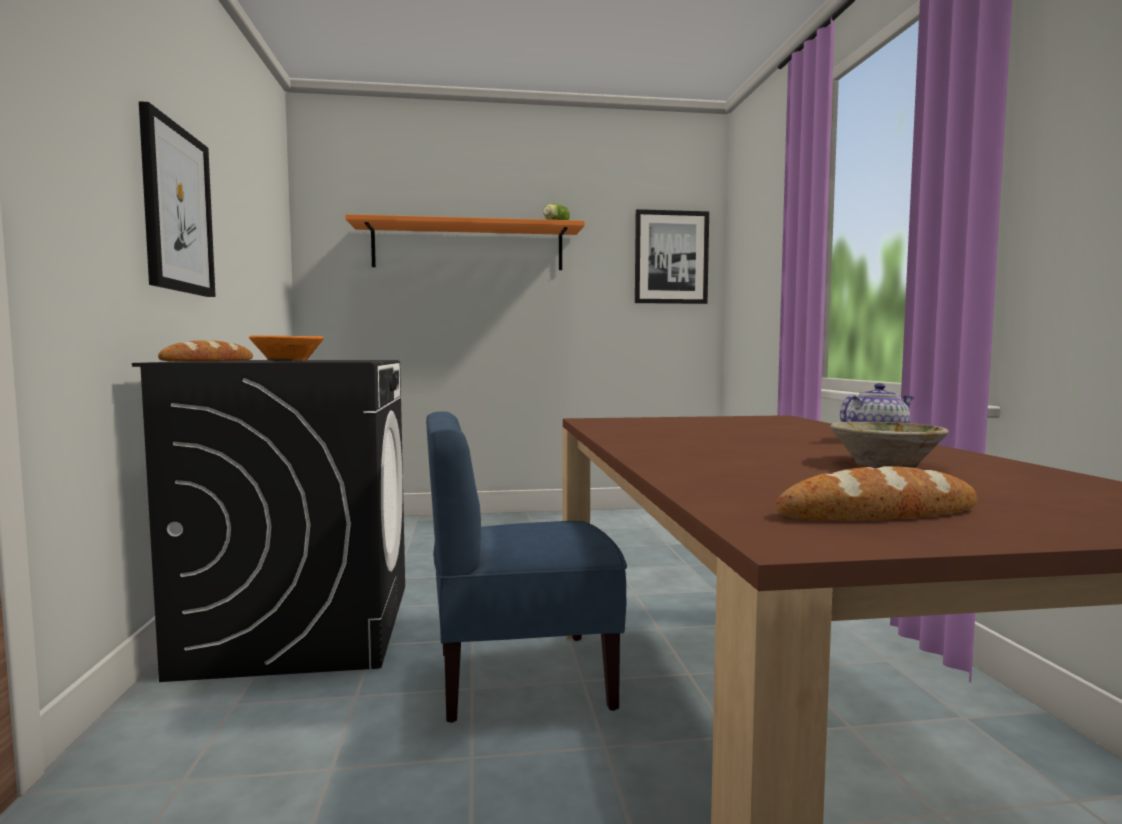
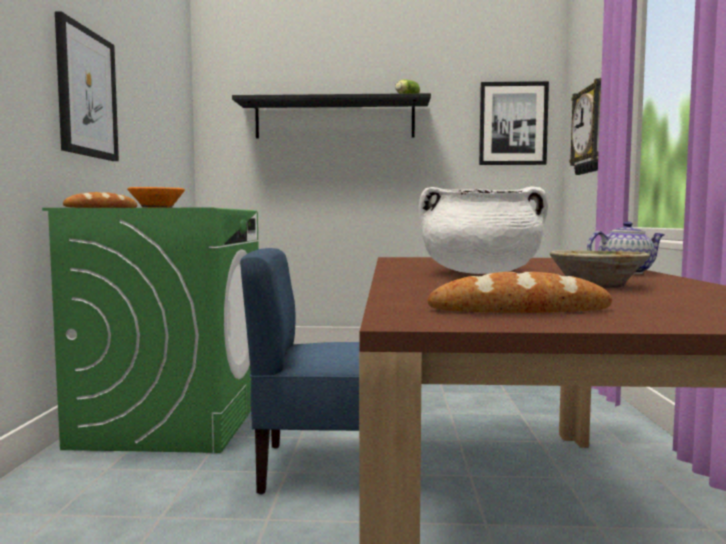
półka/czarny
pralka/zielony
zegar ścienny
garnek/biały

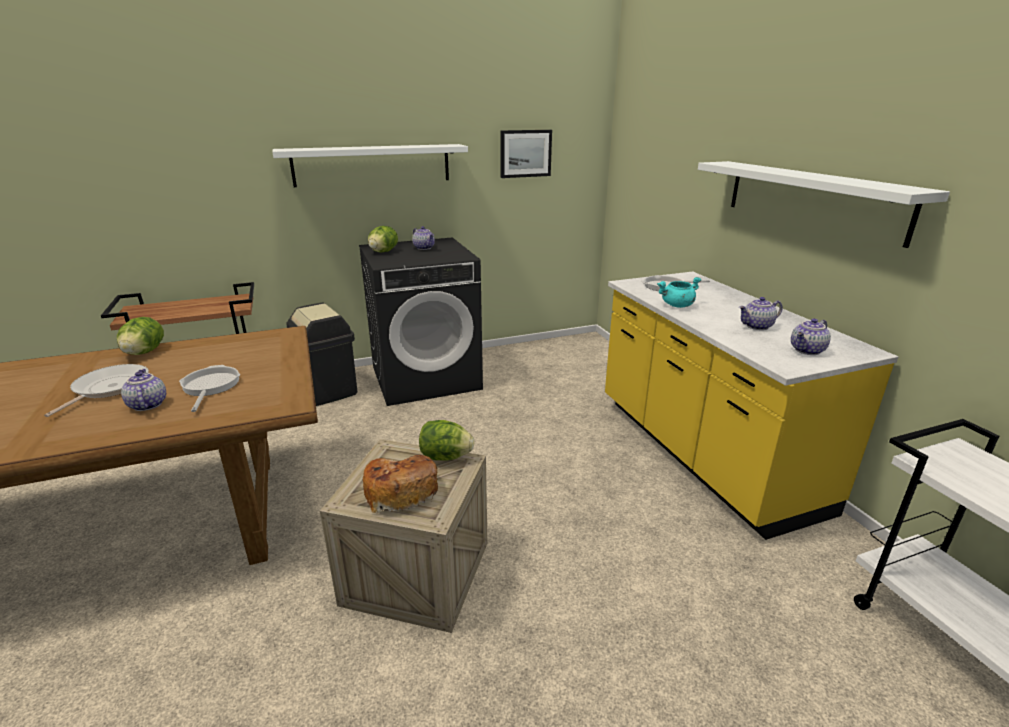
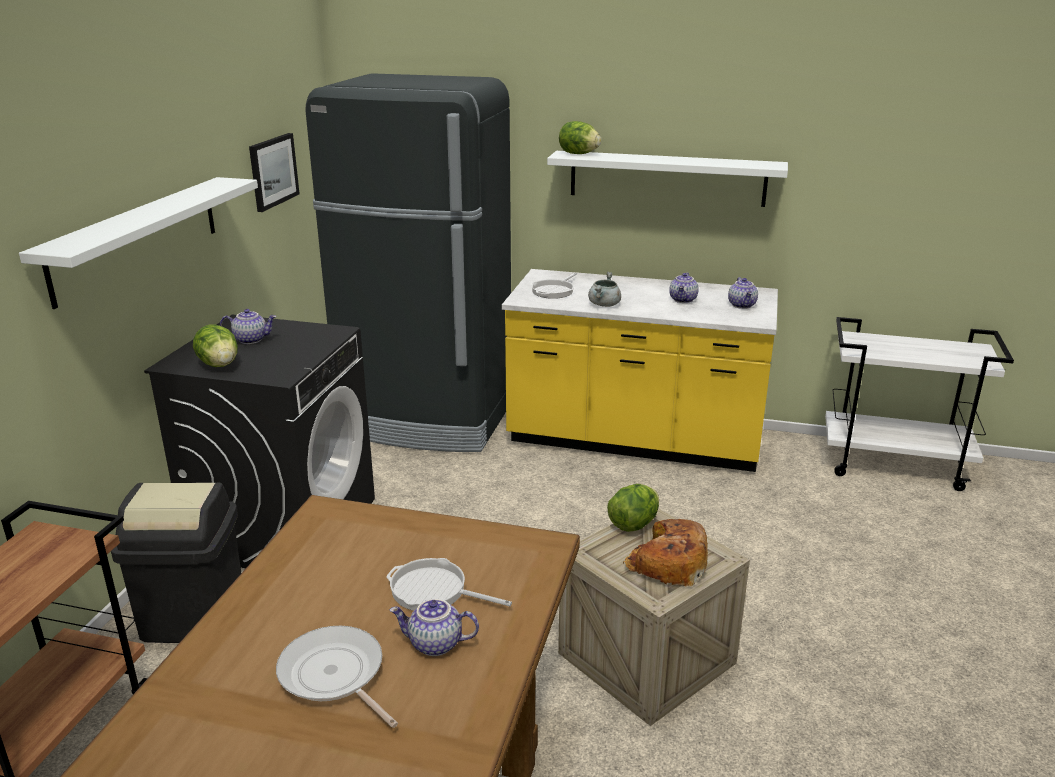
garnek/szary
sałata (no. 2 from left)
lodówka/czarny

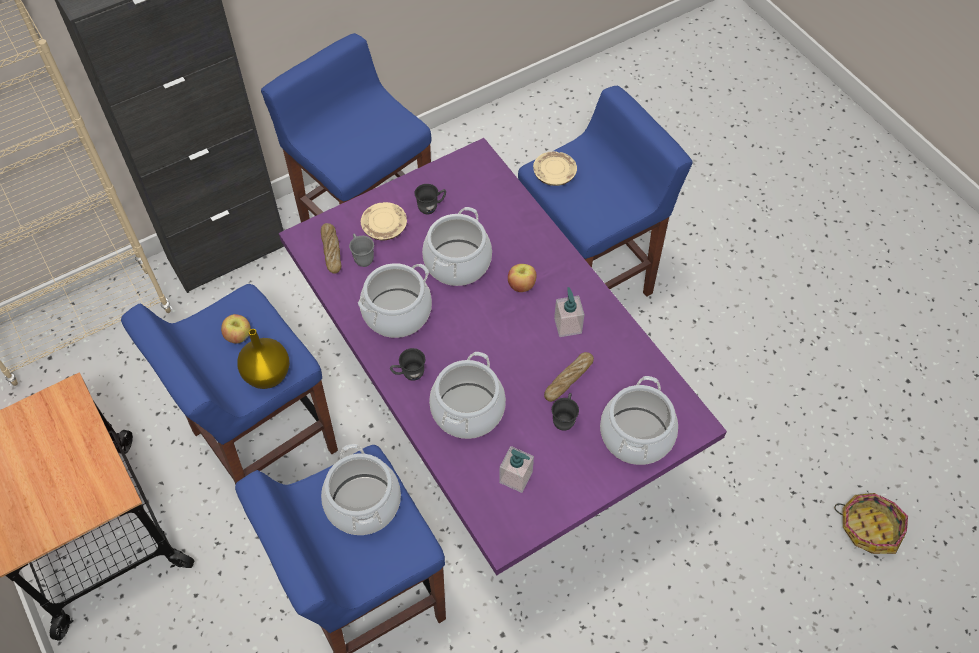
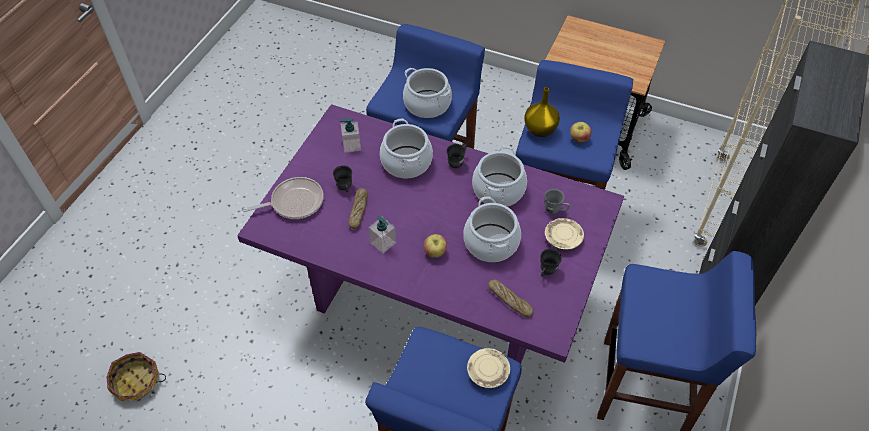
chleb (no. 2 from left)
patelnia

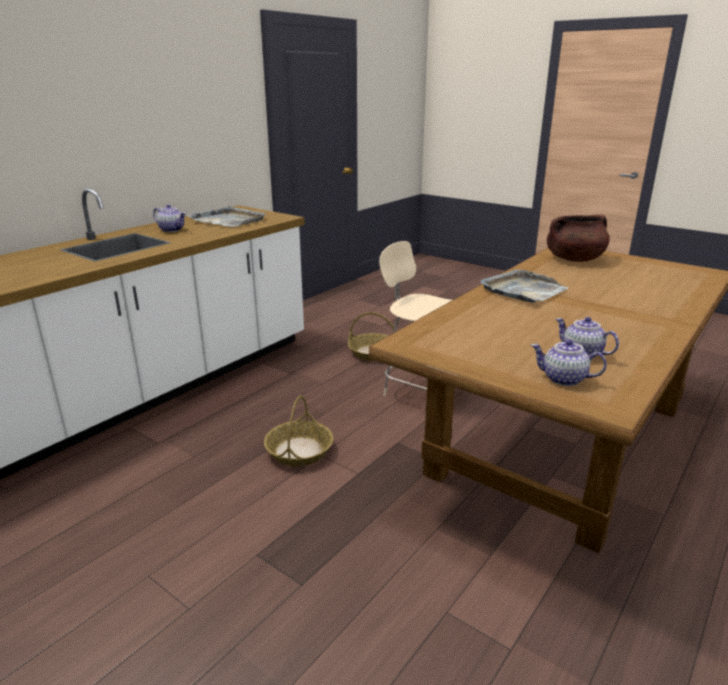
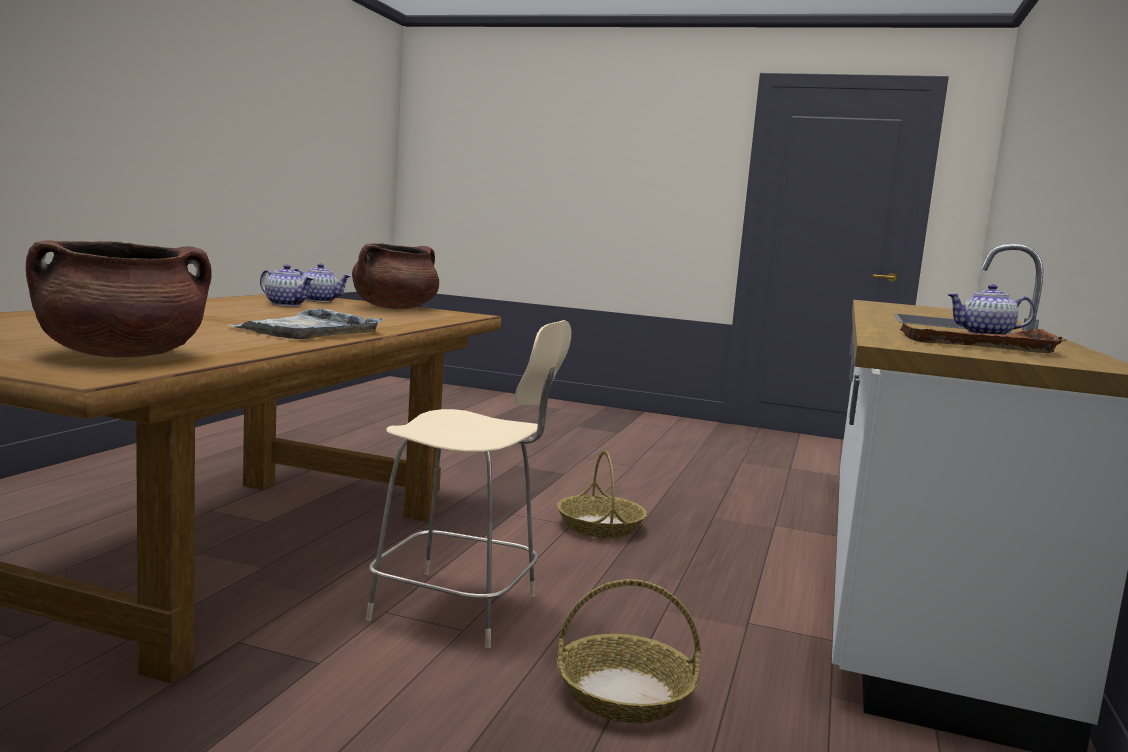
taca/brązowy
garnek/brązowy (no. 2 from left)

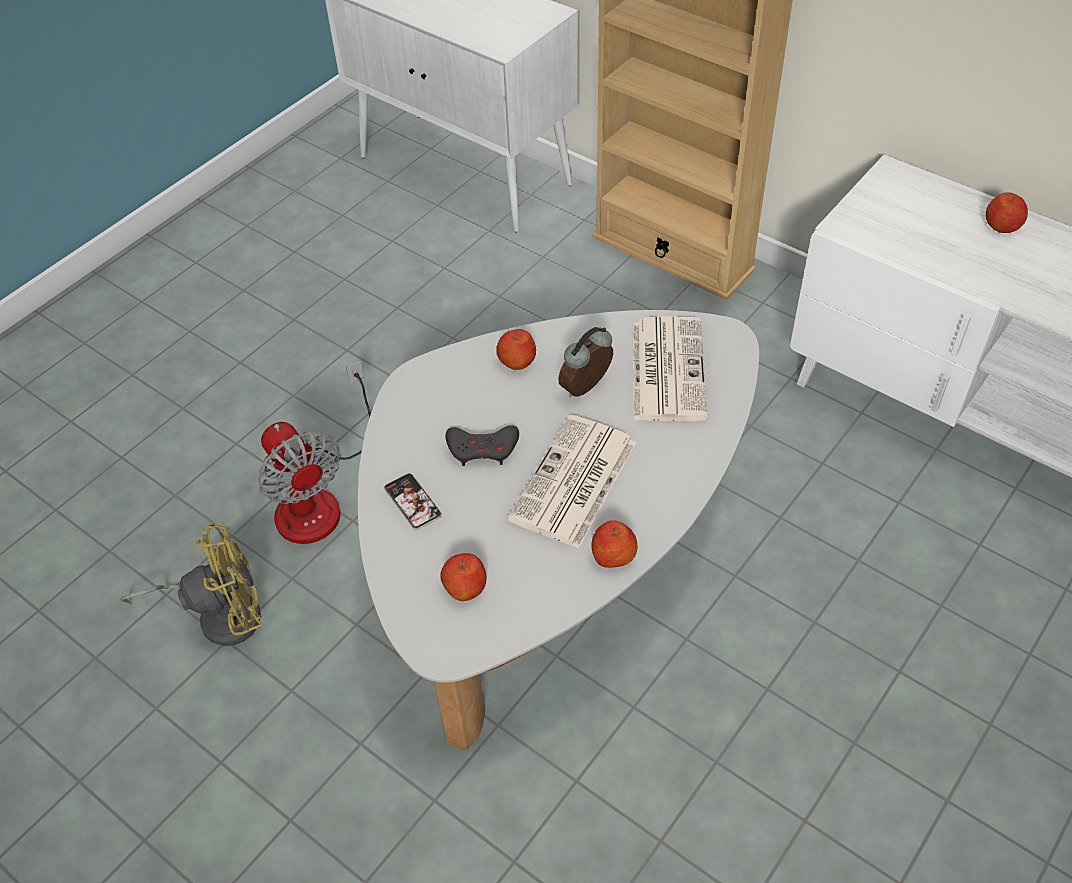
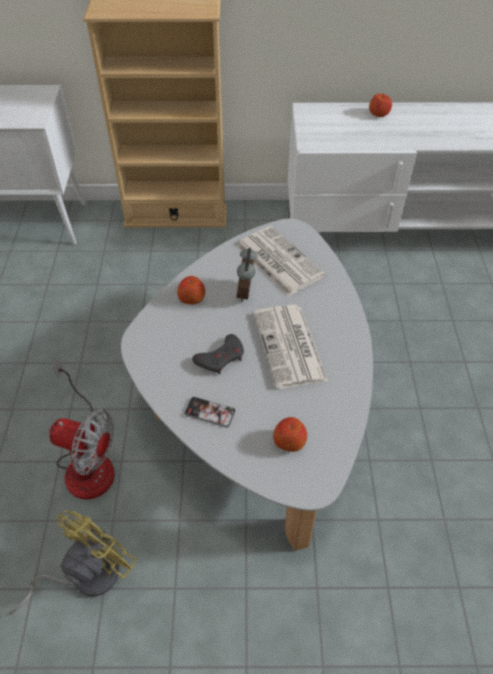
jabłko (no. 3 from left in the first image)

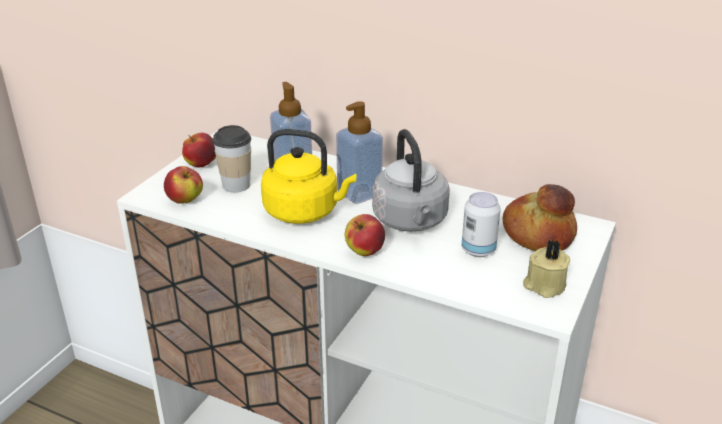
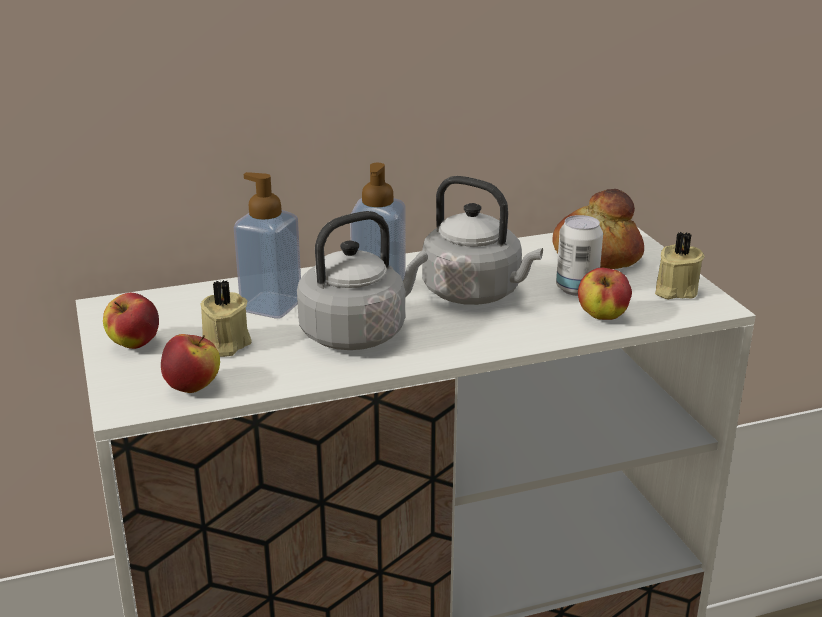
świeca/beżowy (no. 1 from left)
czajnik/szary (no. 1 from left)
jabłko (no. 3 from left)

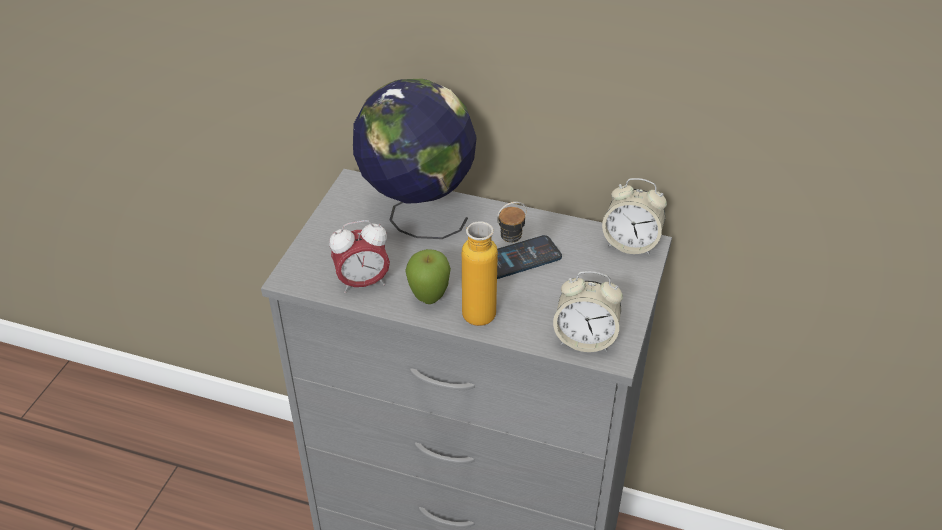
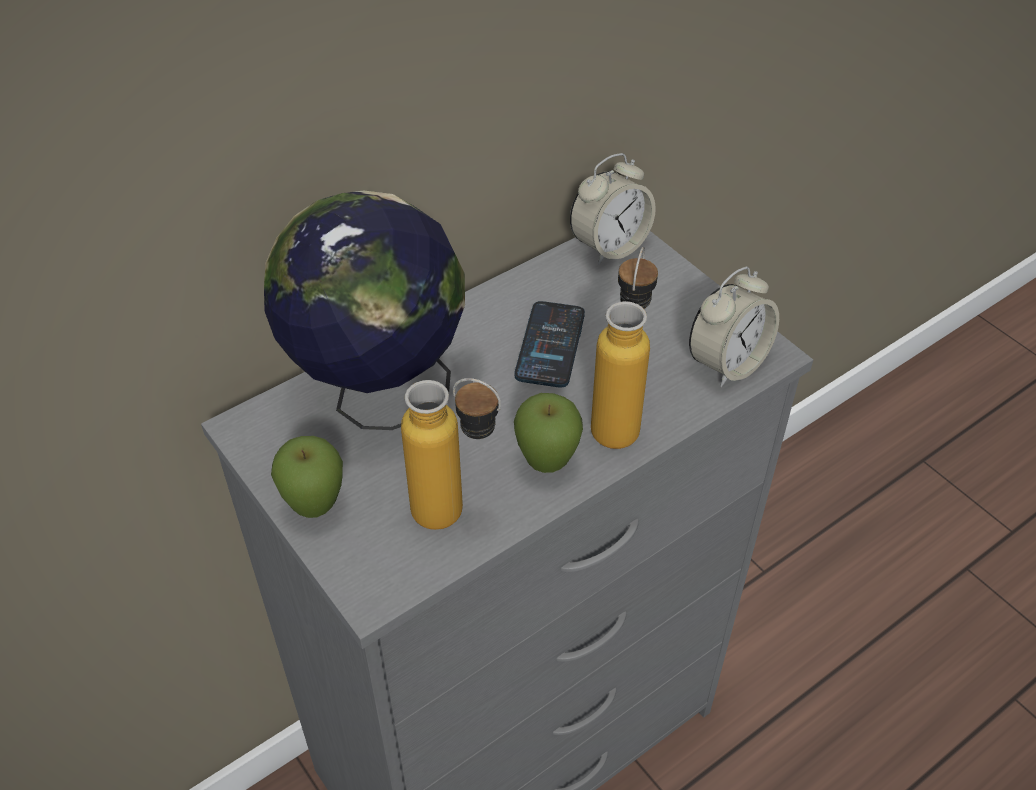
butelka (no. 1 from left)
jabłko (no. 1 from left)

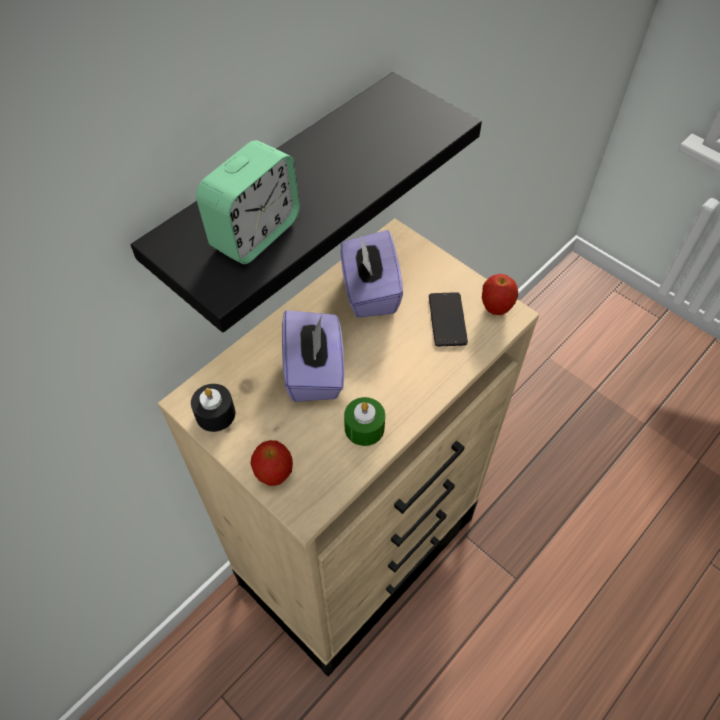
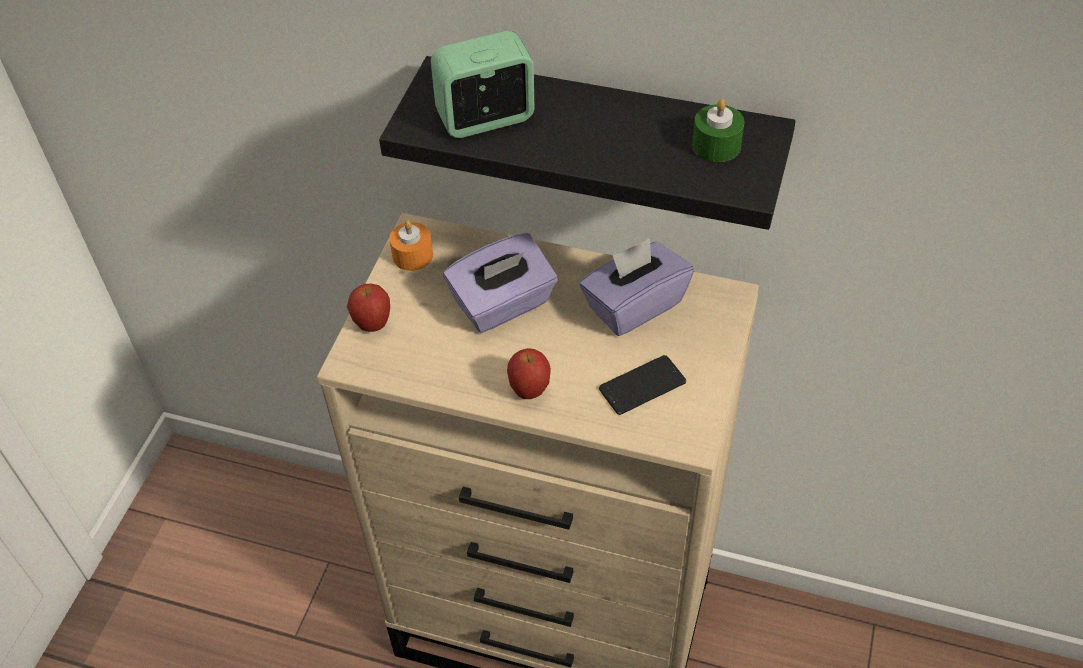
budzik
jabłko (no. 2 from left)
świeca/pomarańczowy
świeca/zielony

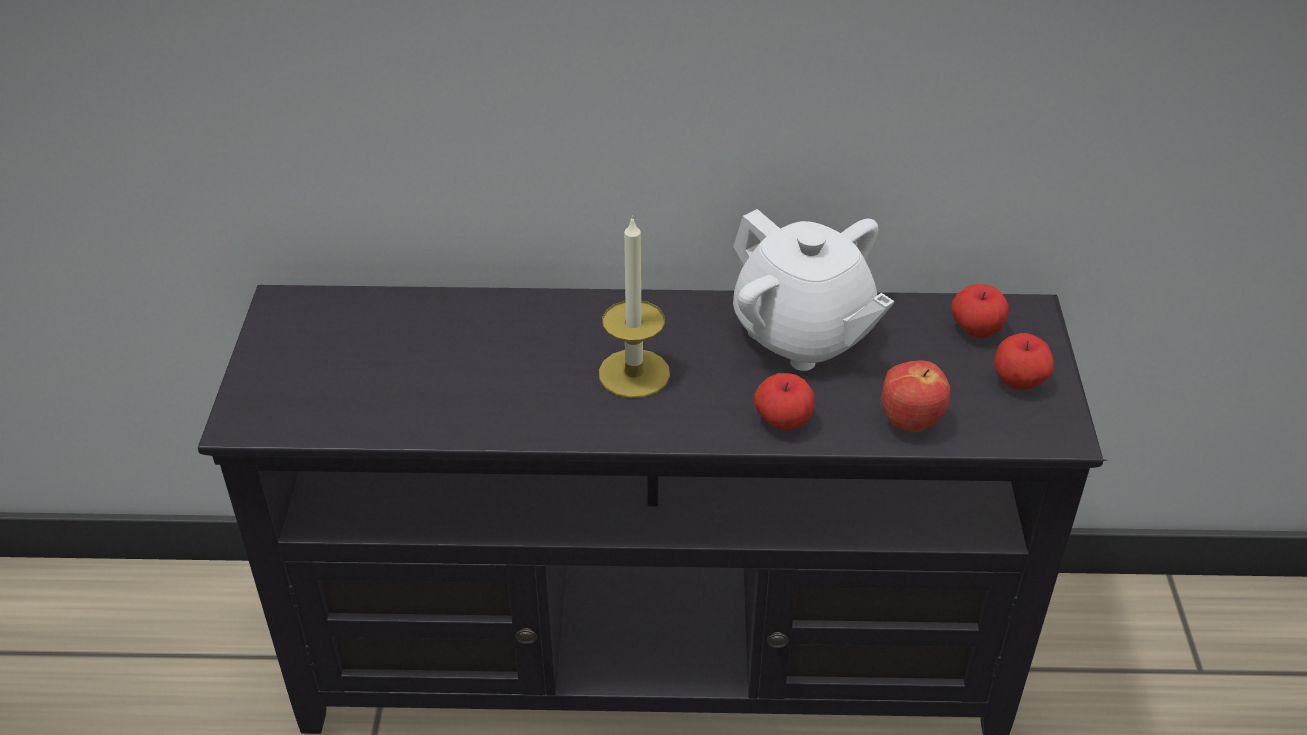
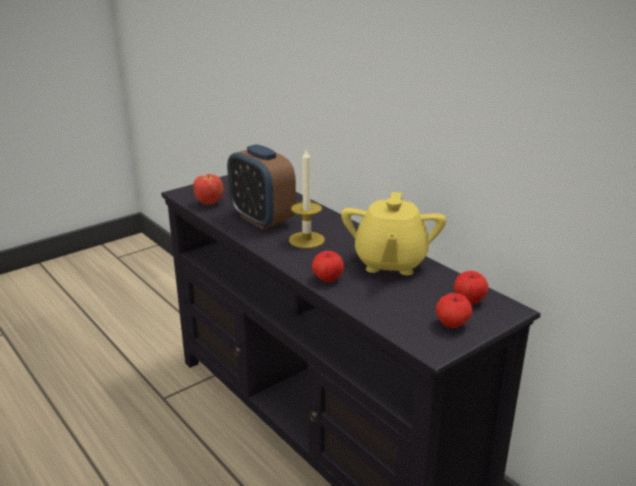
imbryk/żółty
jabłko (no. 1 from left)
budzik

